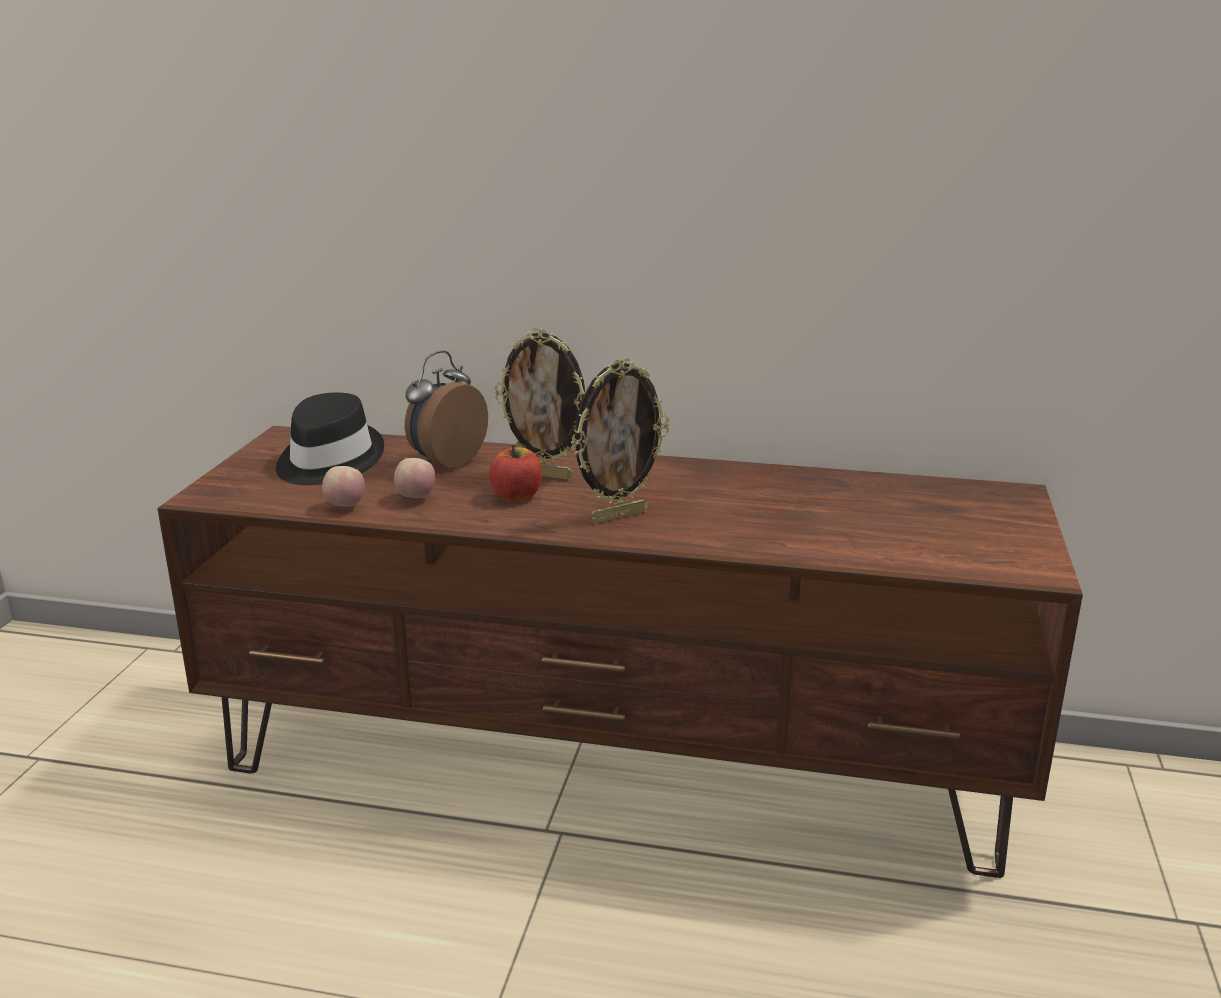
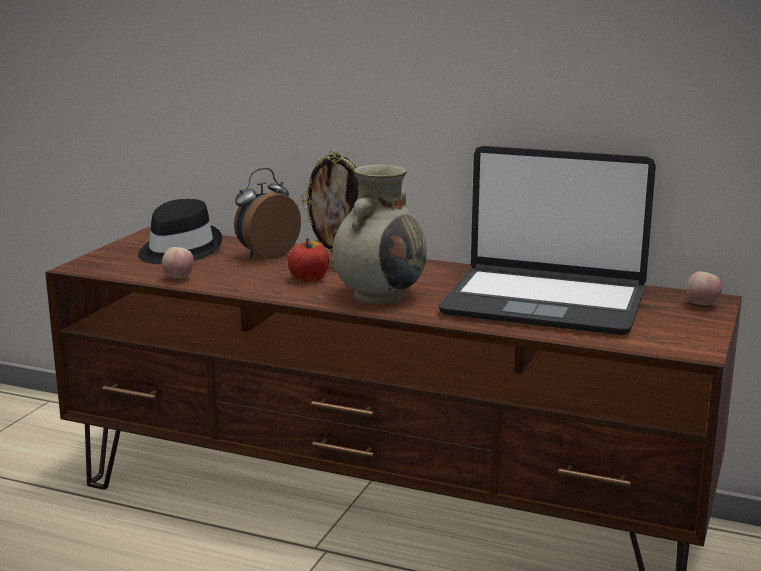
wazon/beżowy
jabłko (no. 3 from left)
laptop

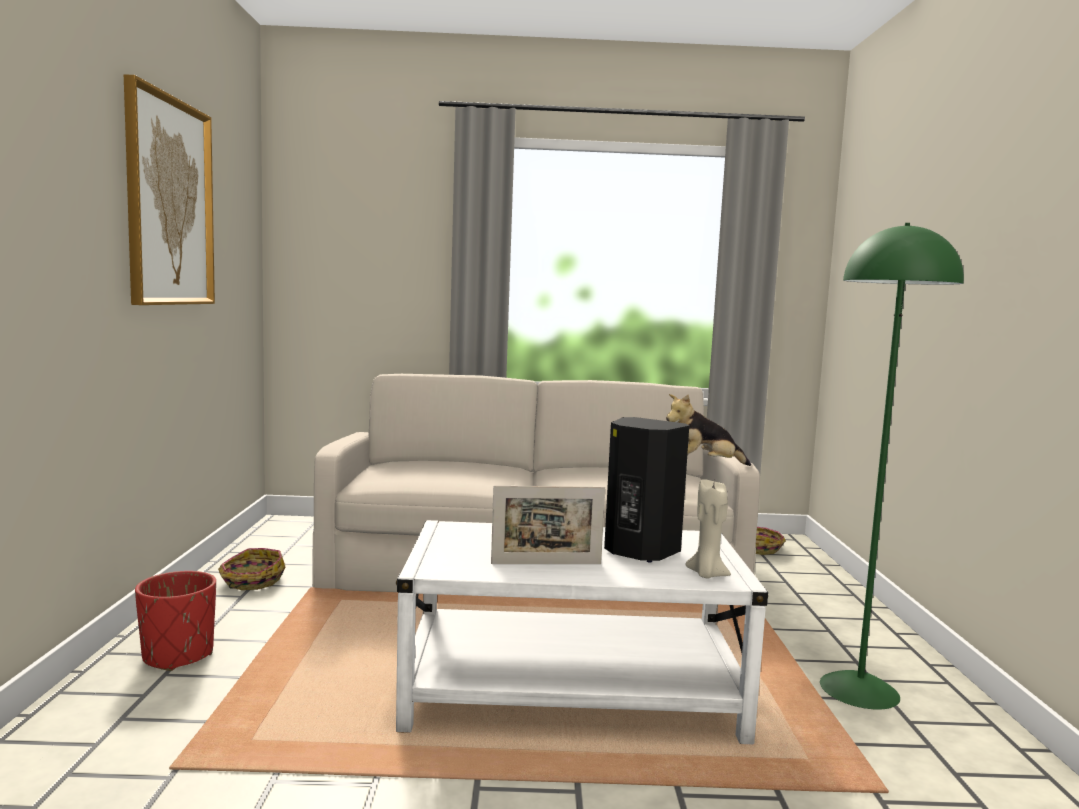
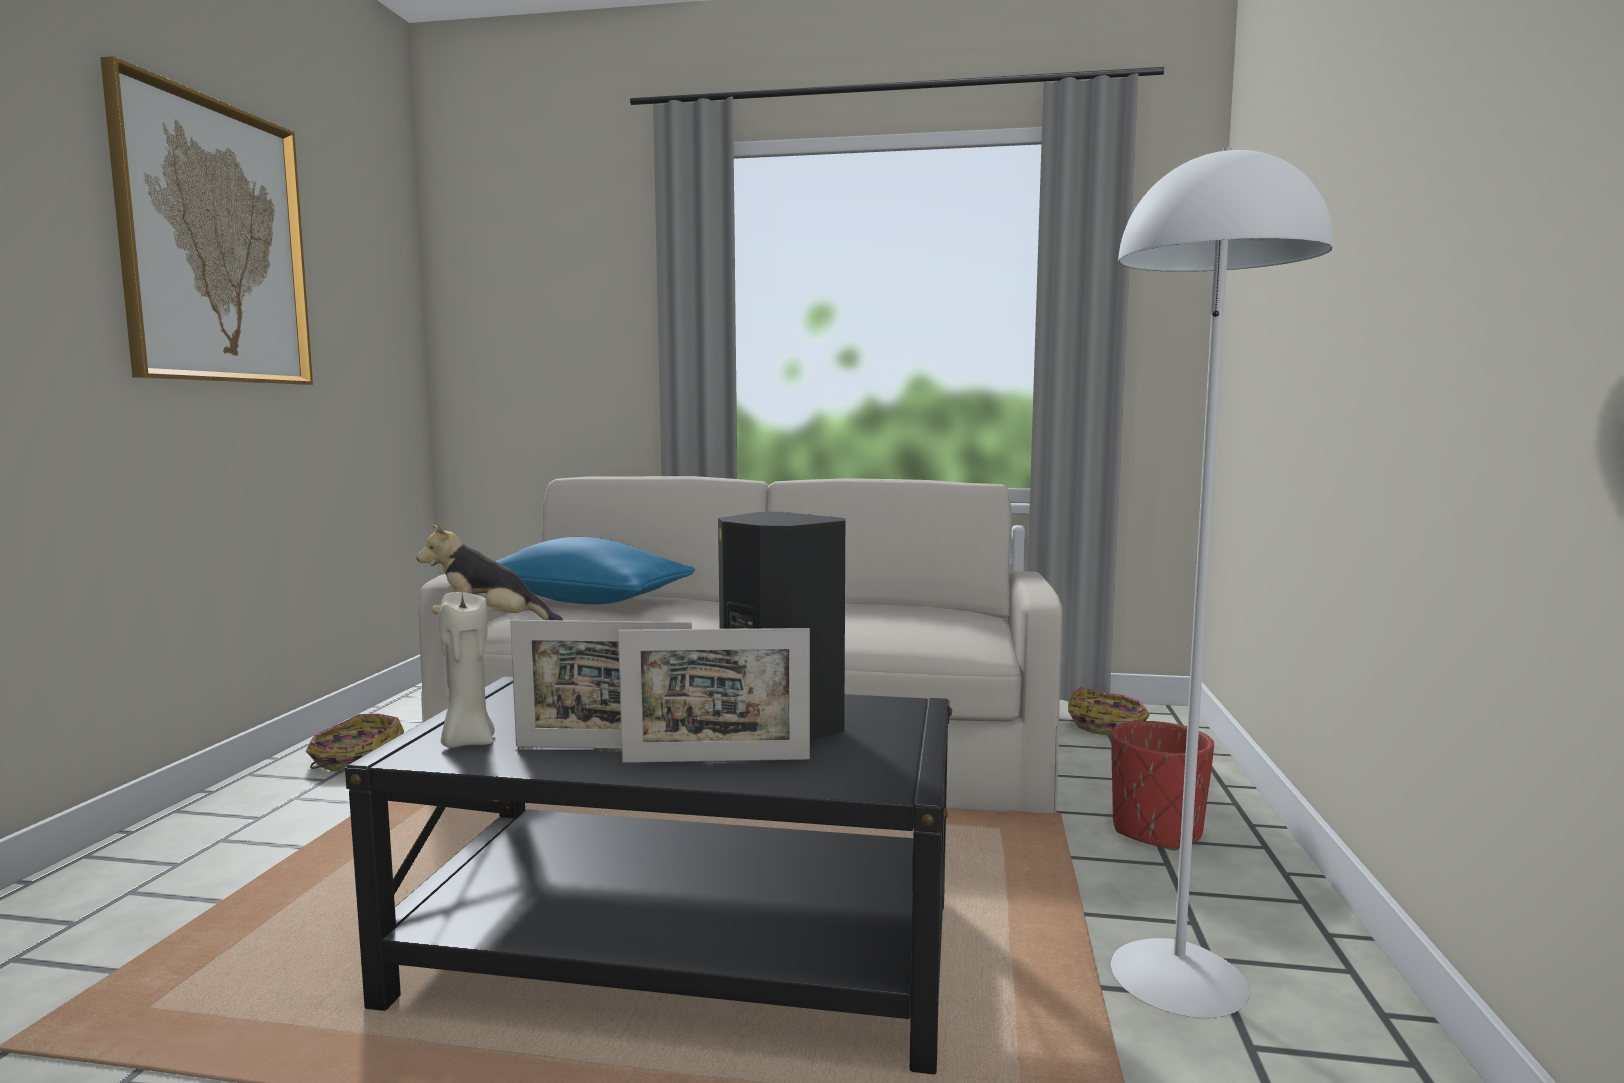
lampa stojąca/biały
pluszak
świeca/beżowy
ława/czarny
donica/czerwony
poduszka/niebieski
ramka na zdjęcie (no. 2 from left)

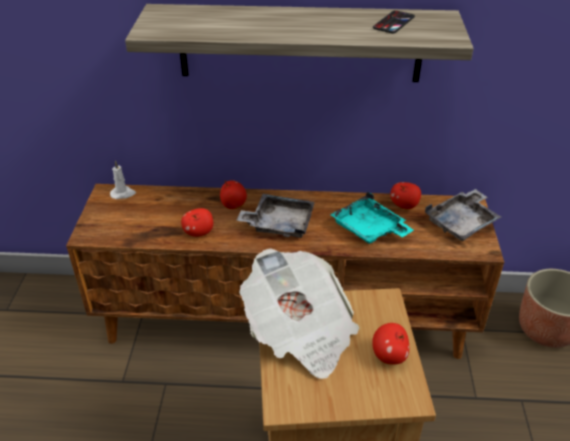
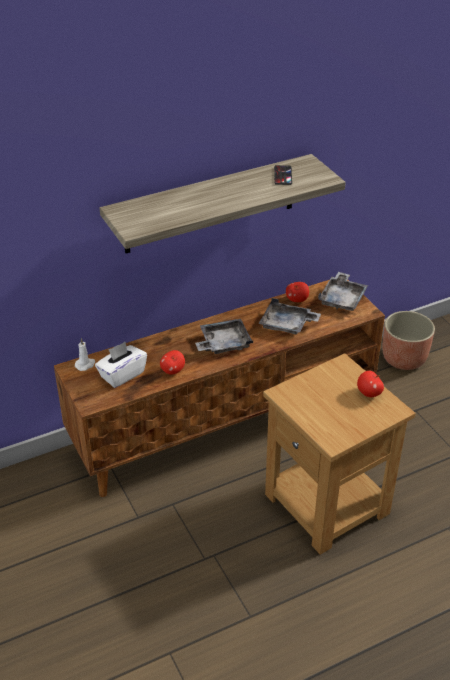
jabłko (no. 2 from left in the first image)
taca/szary (no. 2 from left)
gazeta
pudełko chusteczek/biały

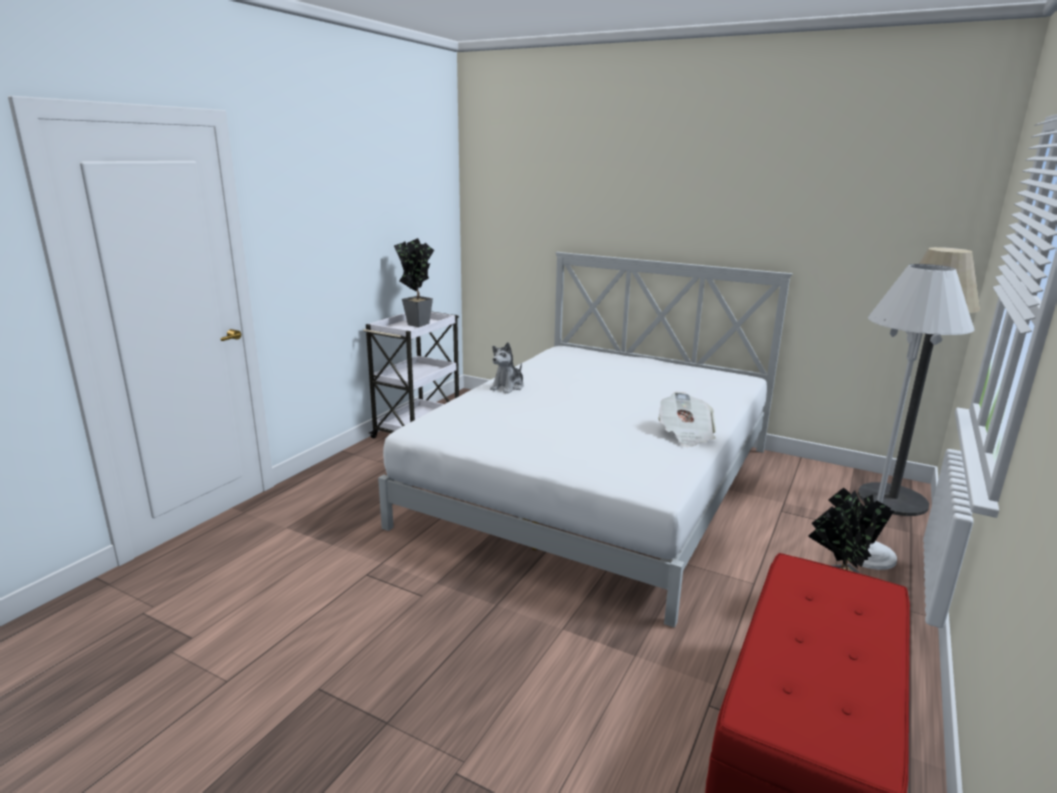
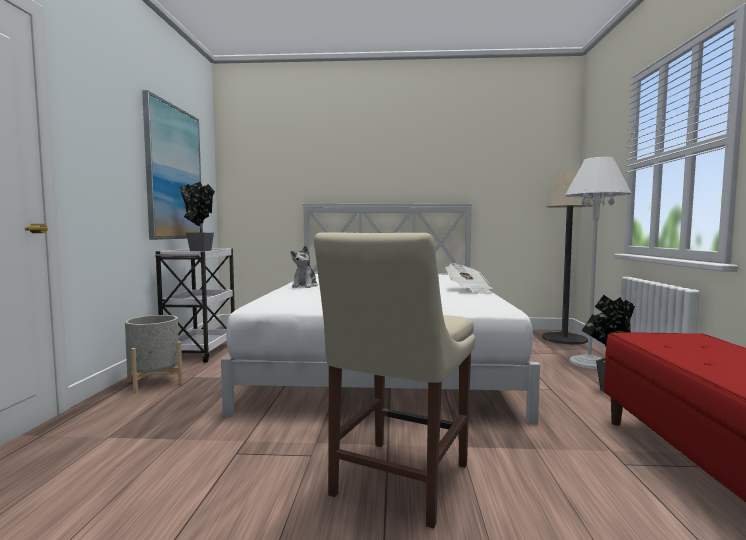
obraz
krzesło/beżowy
donica/szary

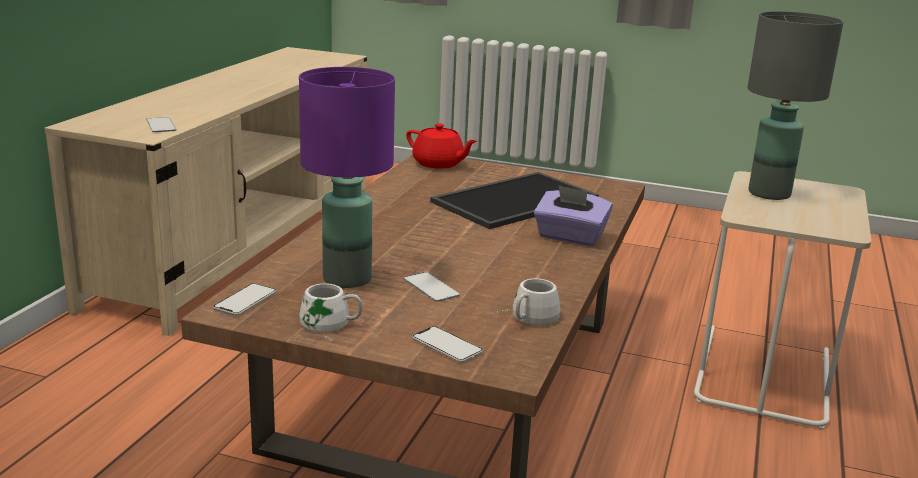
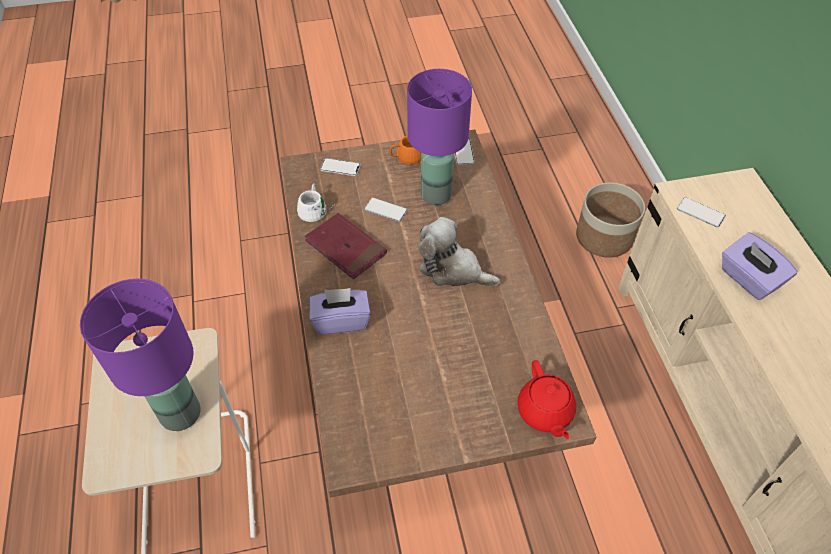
lampa stołowa/fioletowy (no. 1 from left)
imbryk/czerwony
taca
kubek/pomarańczowy
donica
książka/czerwony
pluszak
pudełko chusteczek/fioletowy (no. 2 from left)

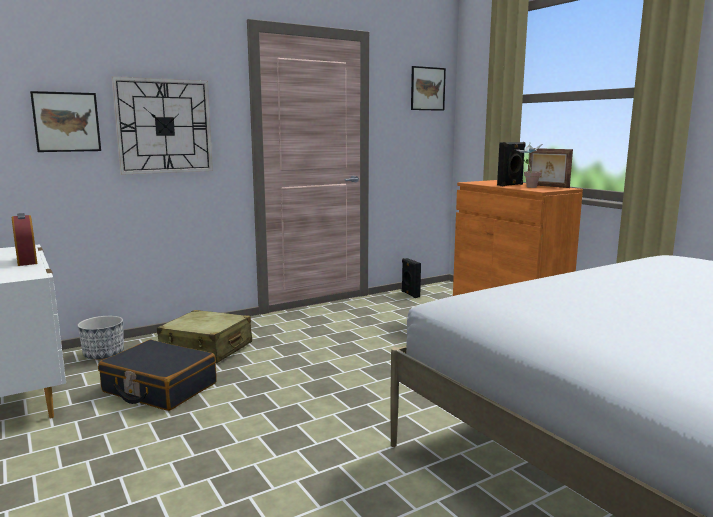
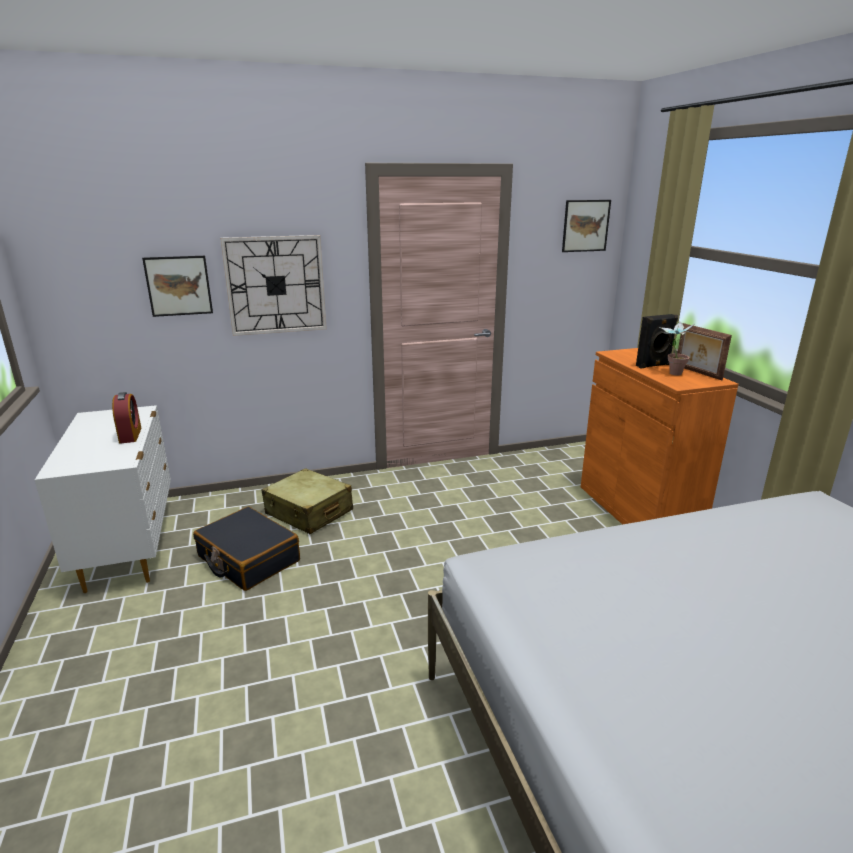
głośnik/czarny (no. 1 from left in the first image)
donica

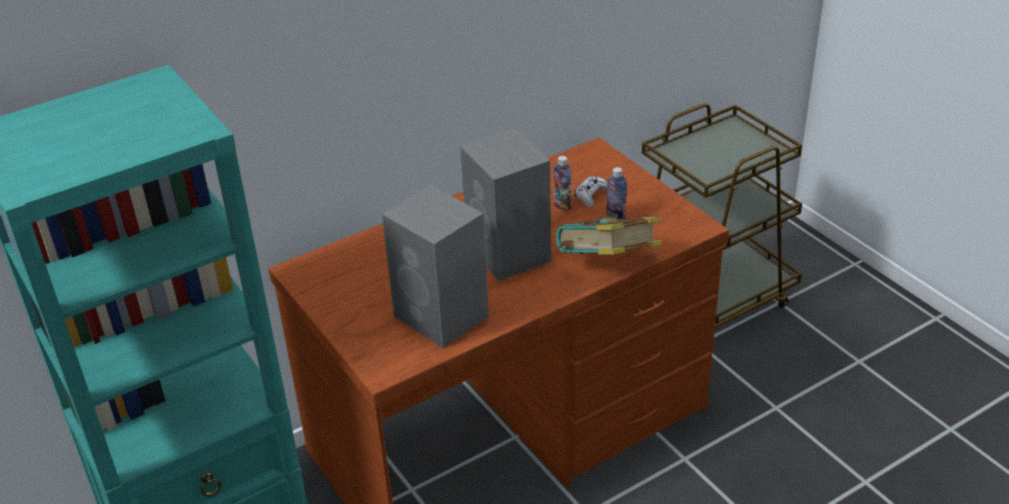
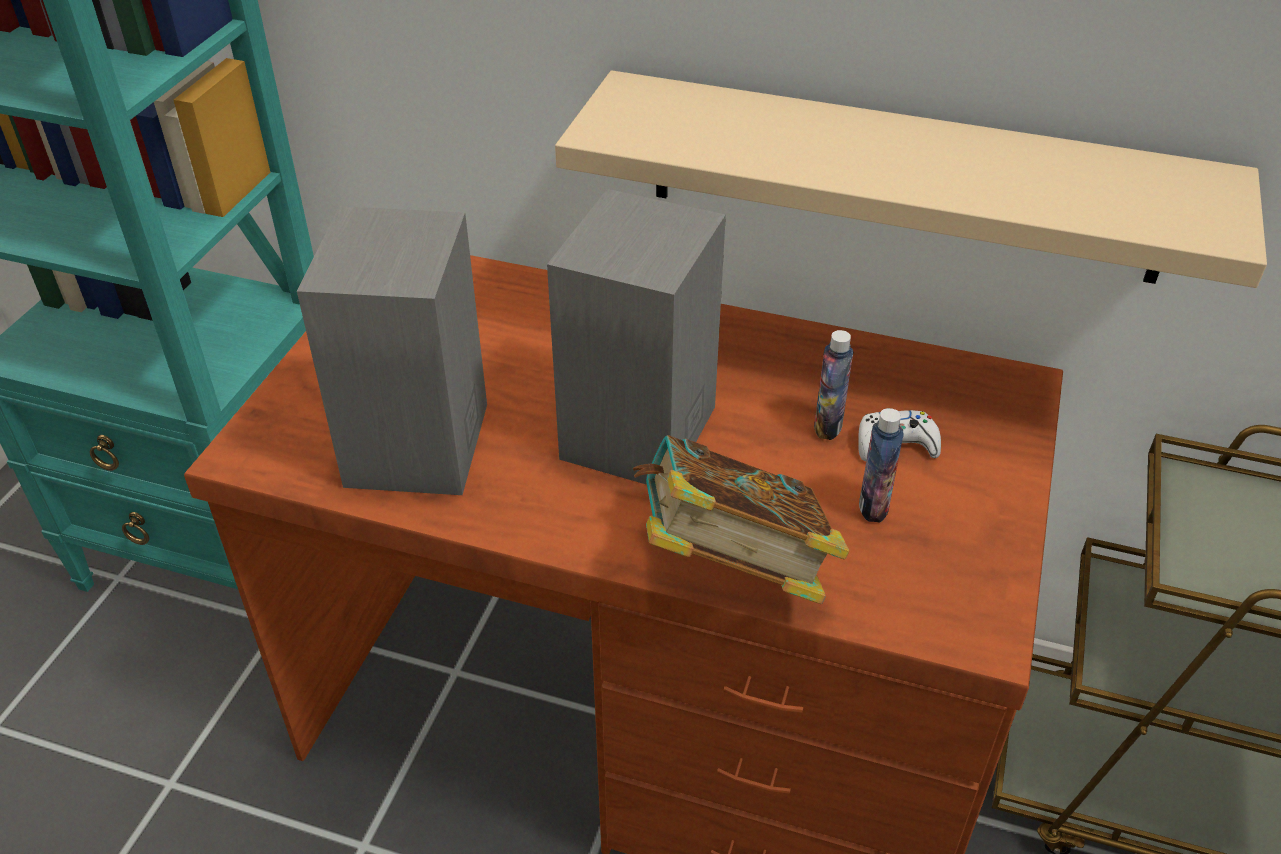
półka/beżowy

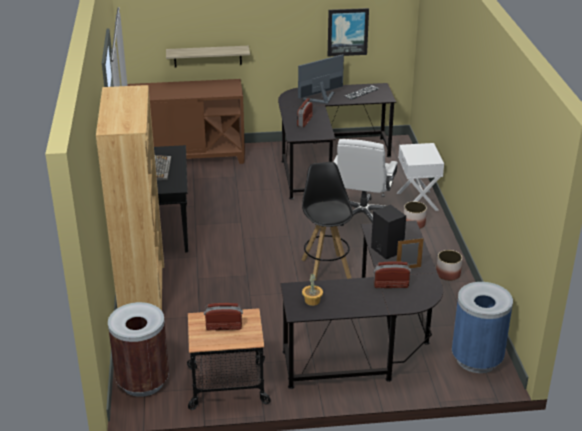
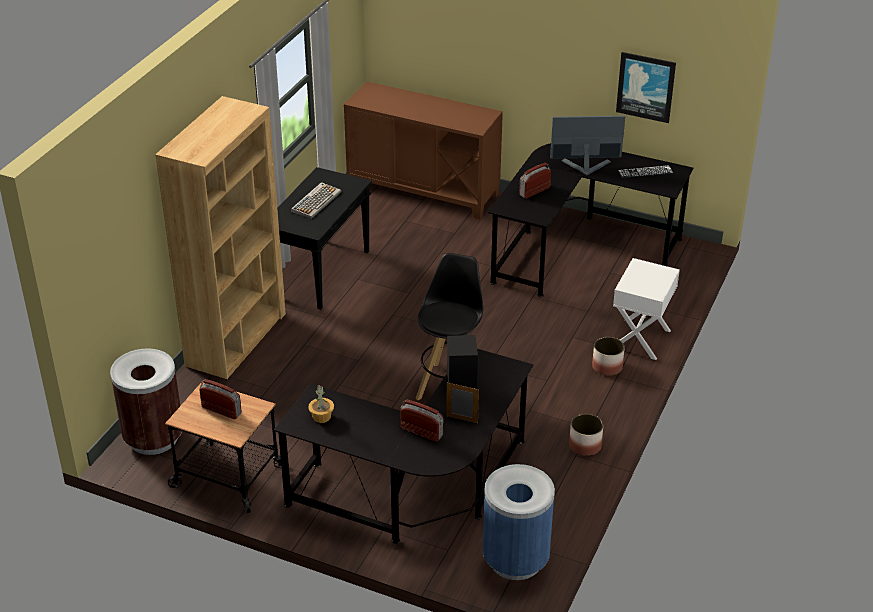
półka
krzesło biurowe/biały

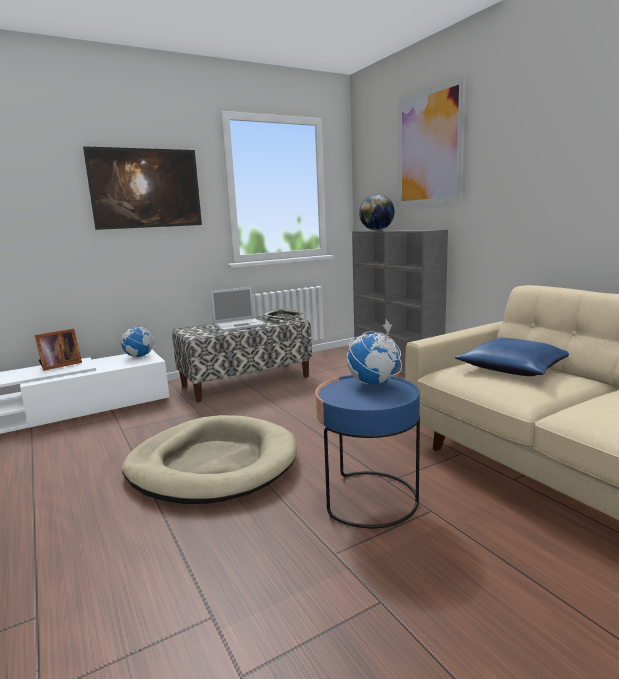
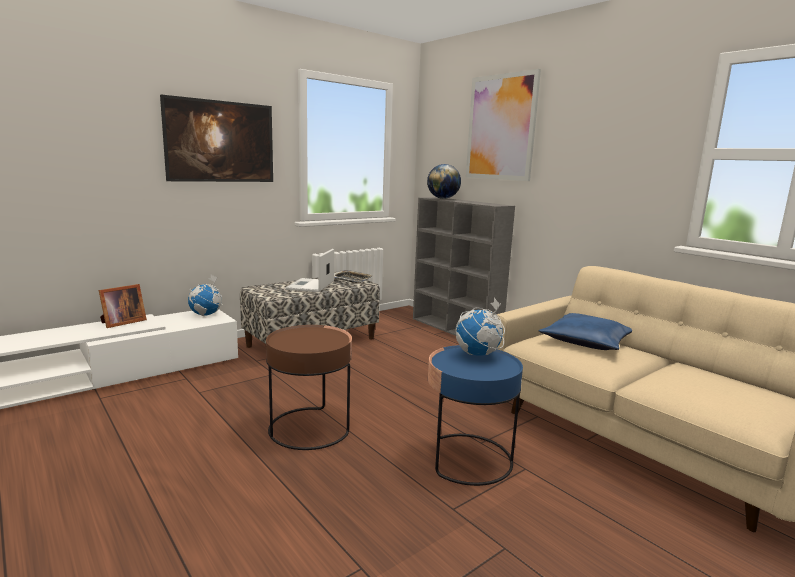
laptop
stolik/brązowy

